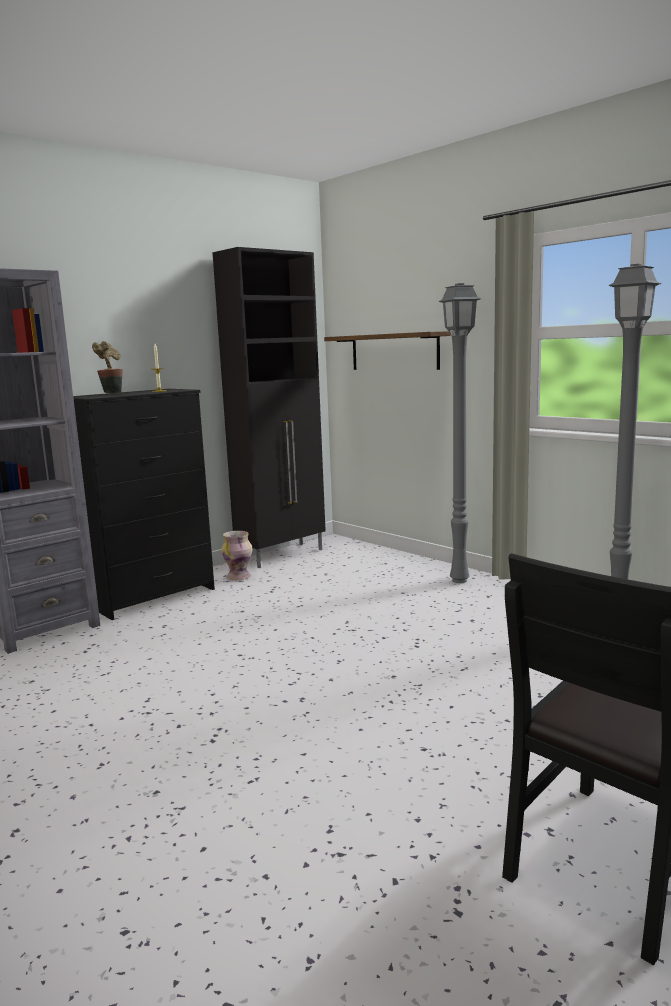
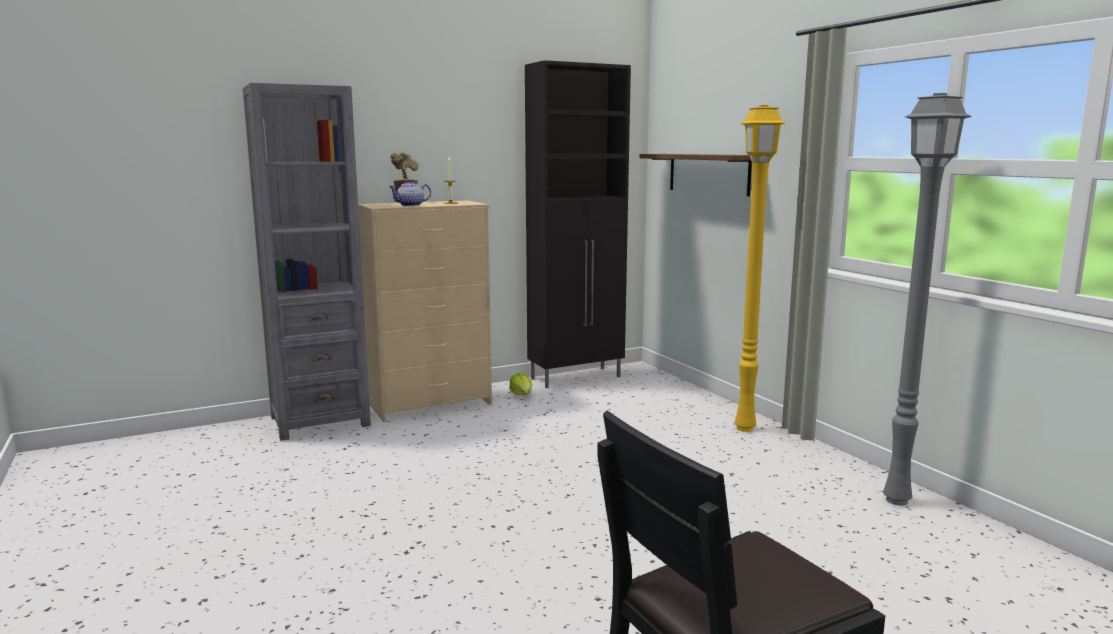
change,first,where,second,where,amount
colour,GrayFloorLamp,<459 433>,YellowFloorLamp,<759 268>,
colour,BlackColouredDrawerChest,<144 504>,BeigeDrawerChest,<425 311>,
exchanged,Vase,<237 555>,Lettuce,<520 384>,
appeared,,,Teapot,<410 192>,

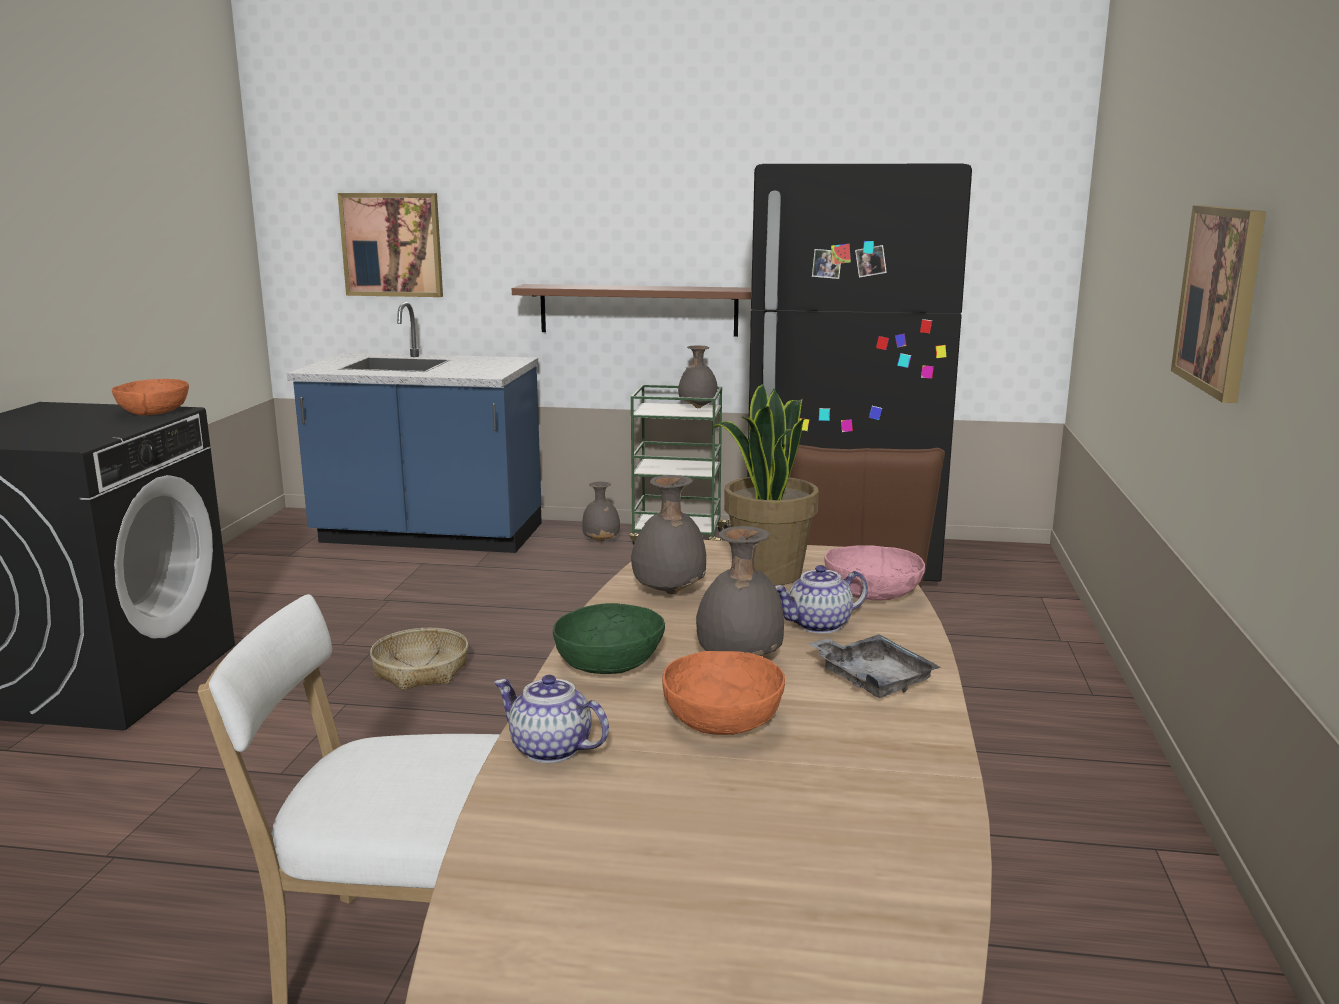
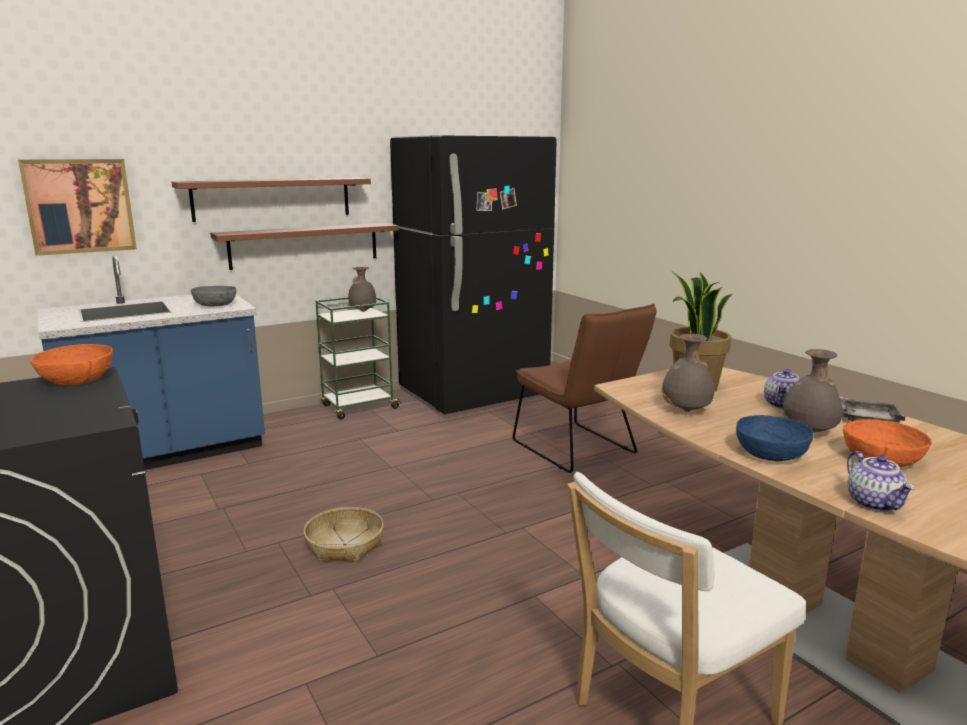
change,first,where,second,where,amount
missing,Picture,<1218 304>,,,
missing,GrayVase,<601 511>,,,
missing,PinkishServingBowl,<874 573>,,,
colour,GreenishServingBowl,<609 638>,BlueServingBowl,<775 438>,
spun,Teapot,<551 718>,,<881 481>,90 degrees counterclockwise
appeared,,,BrownColouredBracketShelf,<271 200>,
appeared,,,GrayServingBowl,<213 296>,

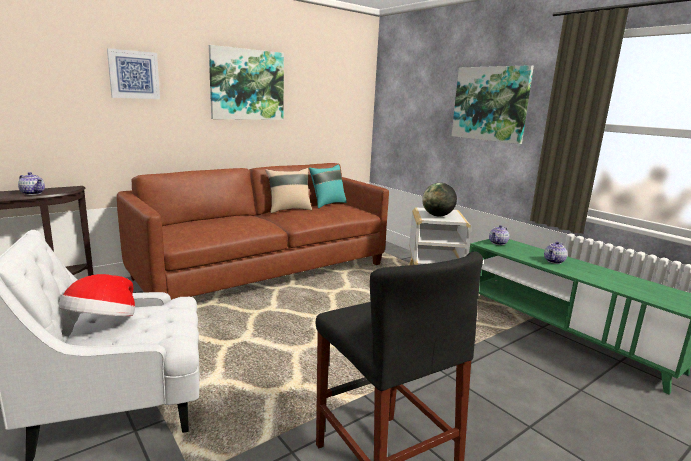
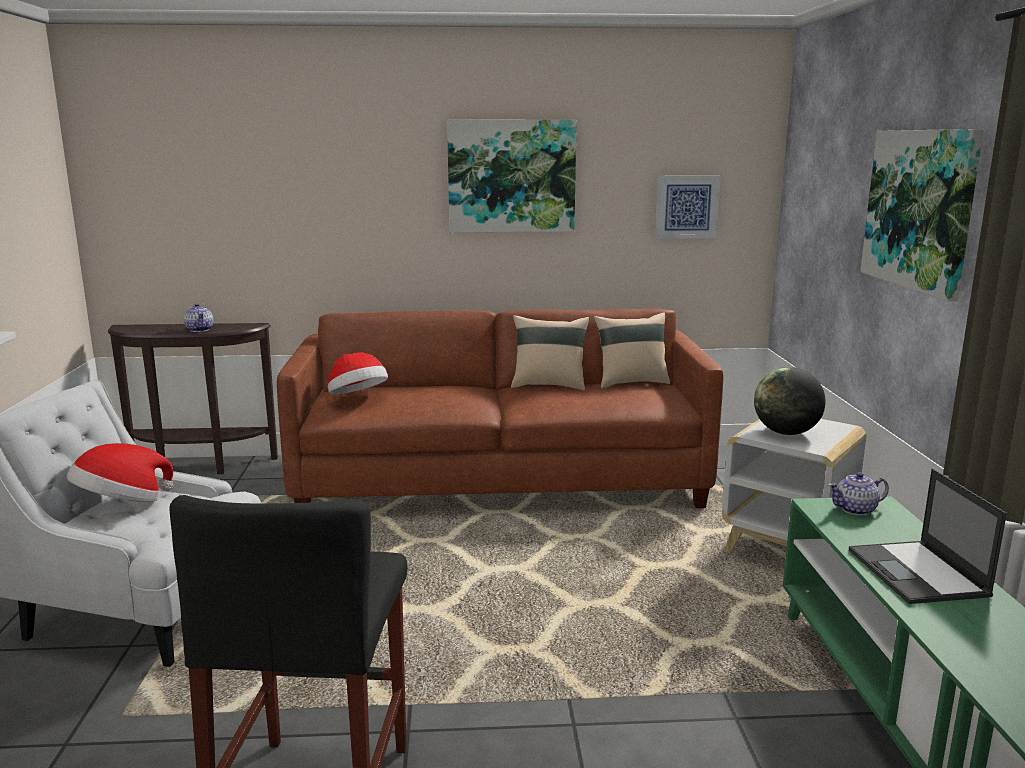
change,first,where,second,where,amount
relocated,Picture,<133 73>,,<688 207>,
colour,TurquoiseCushion,<328 186>,BeigeCushion,<632 350>,
exchanged,Teapot,<555 253>,Laptop,<928 536>,
appeared,,,ClothingHat,<358 373>,

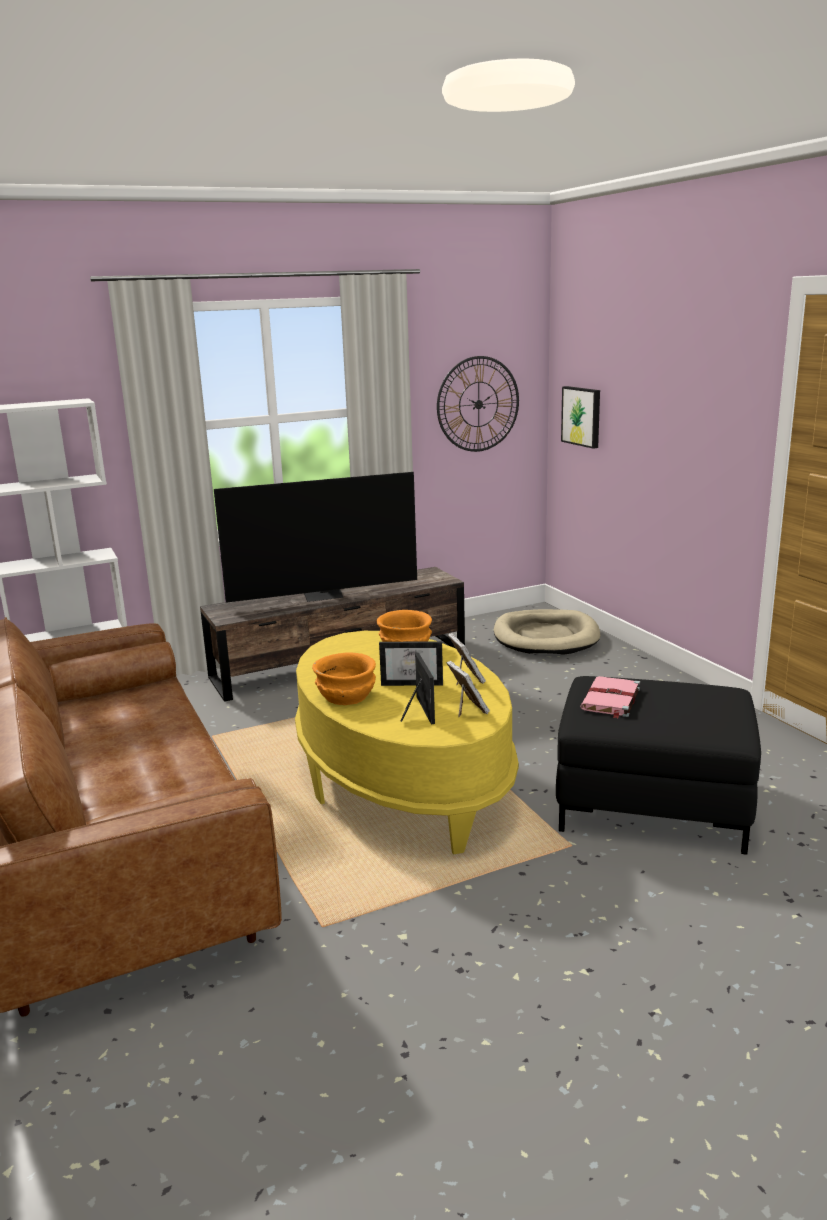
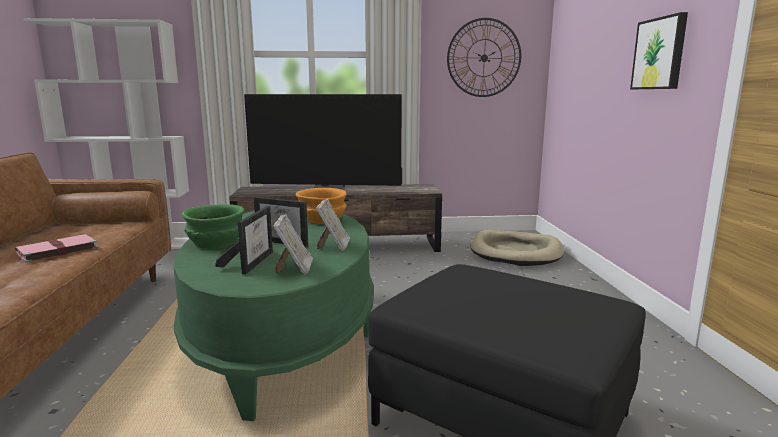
change,first,where,second,where,amount
relocated,Picture,<580 417>,,<659 50>,
colour,YellowLoungeTable,<407 742>,GreenishLoungeTable,<273 316>,
colour,OrangeServingBowl,<344 678>,GreenishServingBowl,<213 226>,
relocated,PinkishBook,<610 697>,,<56 248>,

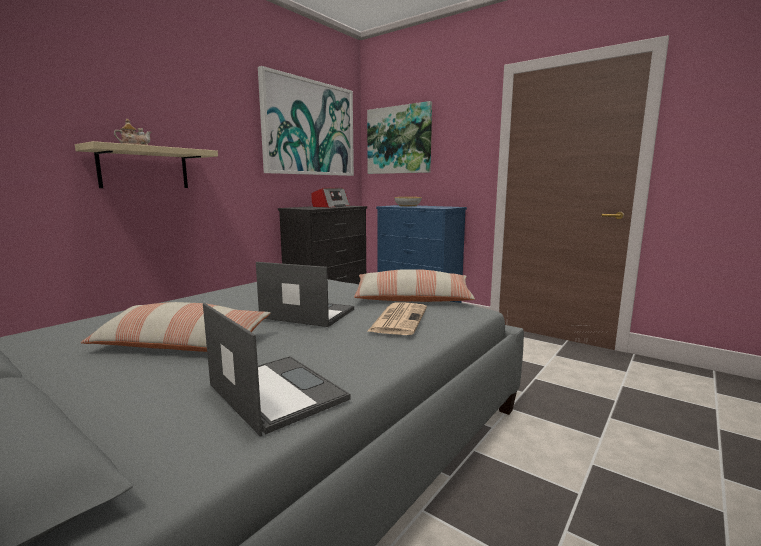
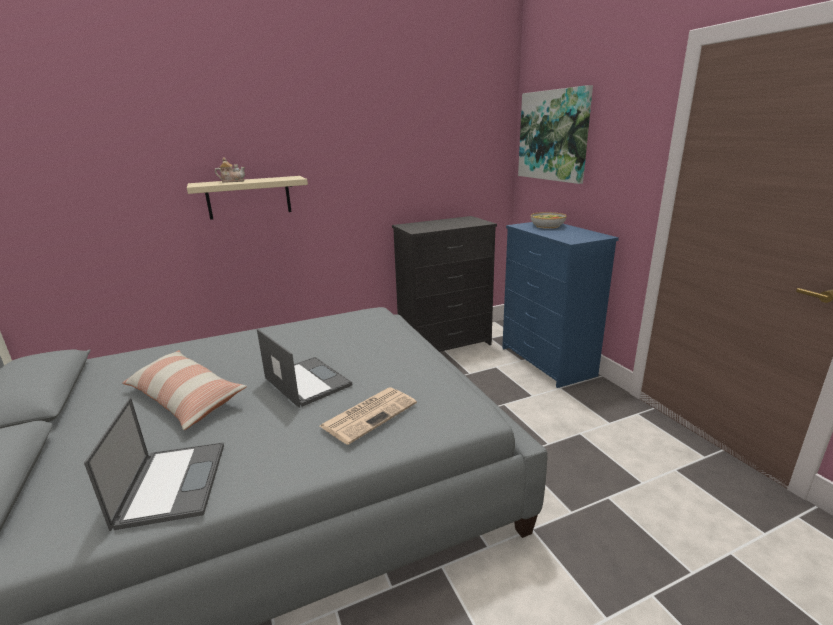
change,first,where,second,where,amount
missing,Picture,<306 121>,,,
missing,RadioSet,<330 198>,,,
missing,Cushion,<414 285>,,,

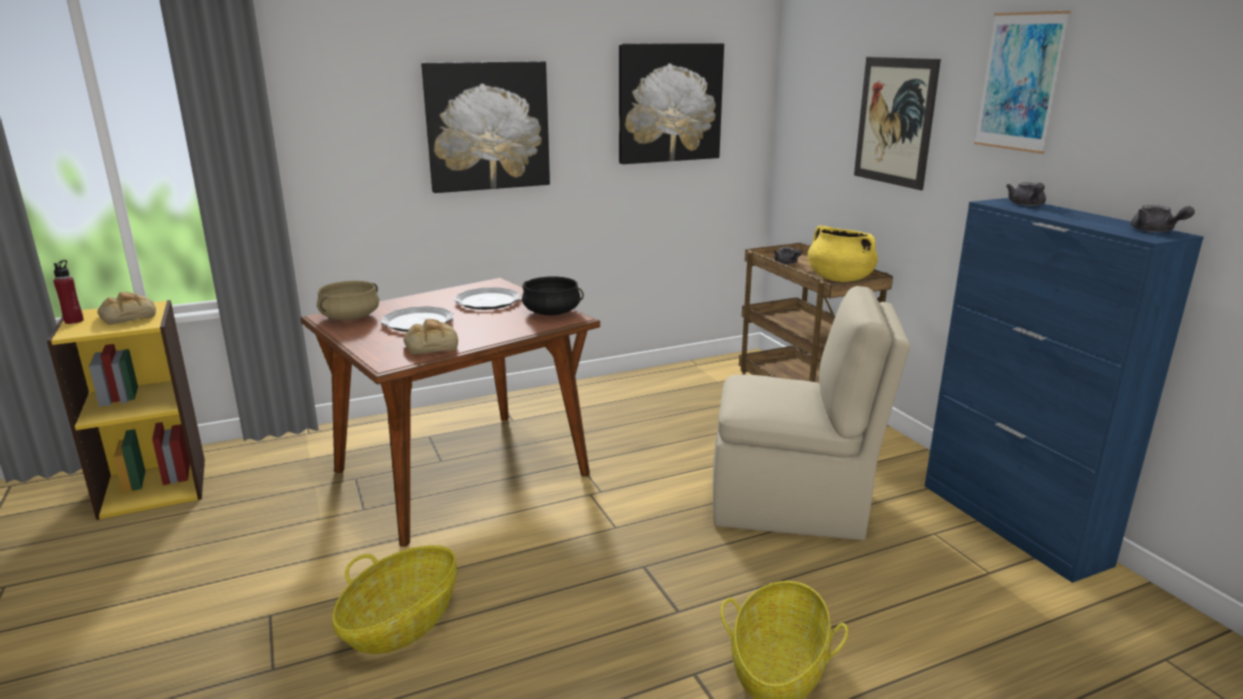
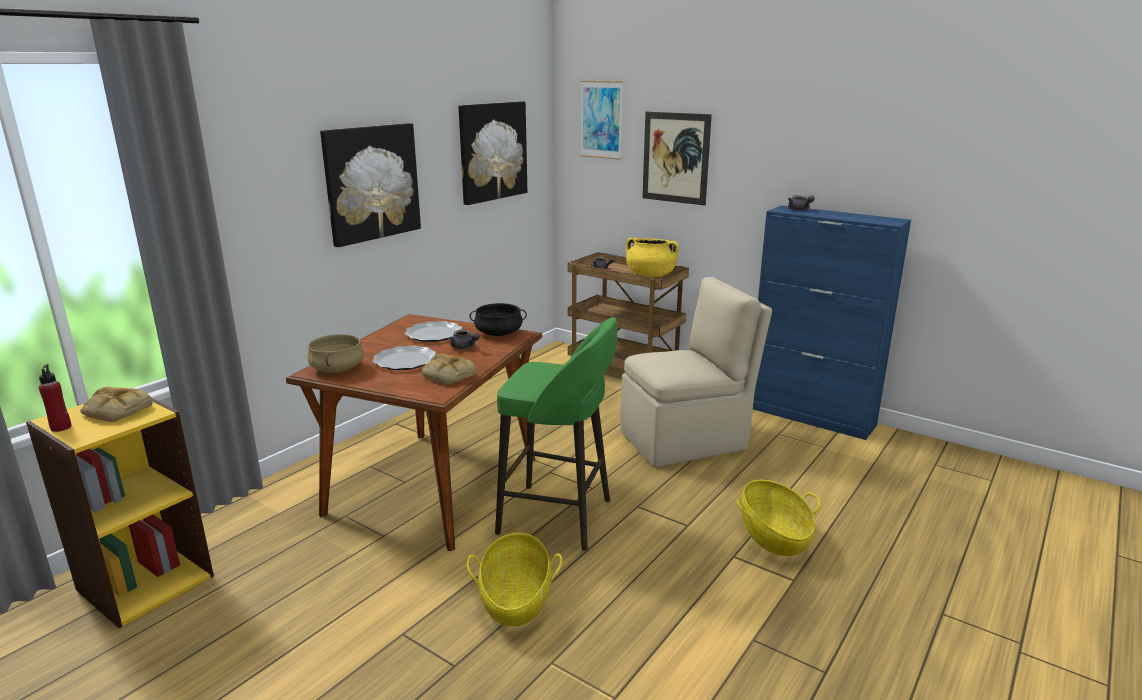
change,first,where,second,where,amount
relocated,Picture,<1022 82>,,<602 120>,
relocated,GrayTeapot,<1163 218>,,<464 339>,
appeared,,,GreenishSittingStool,<556 434>,

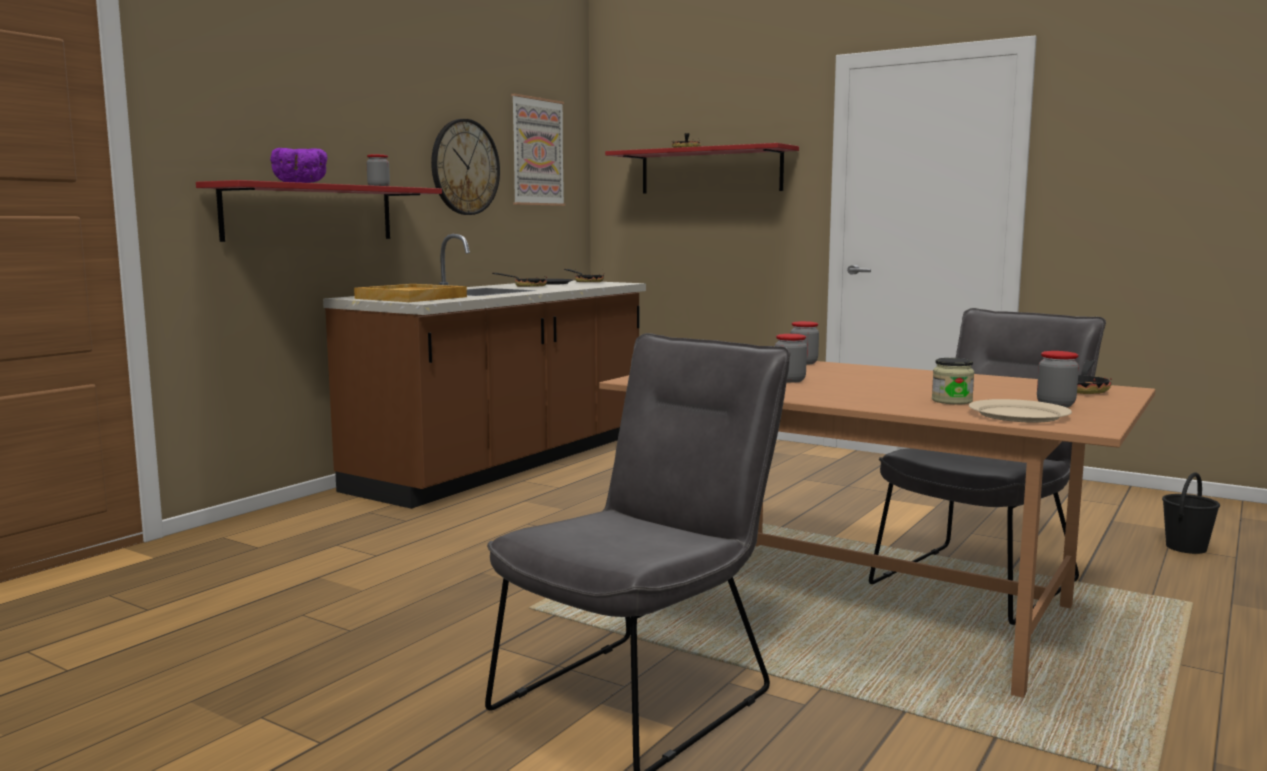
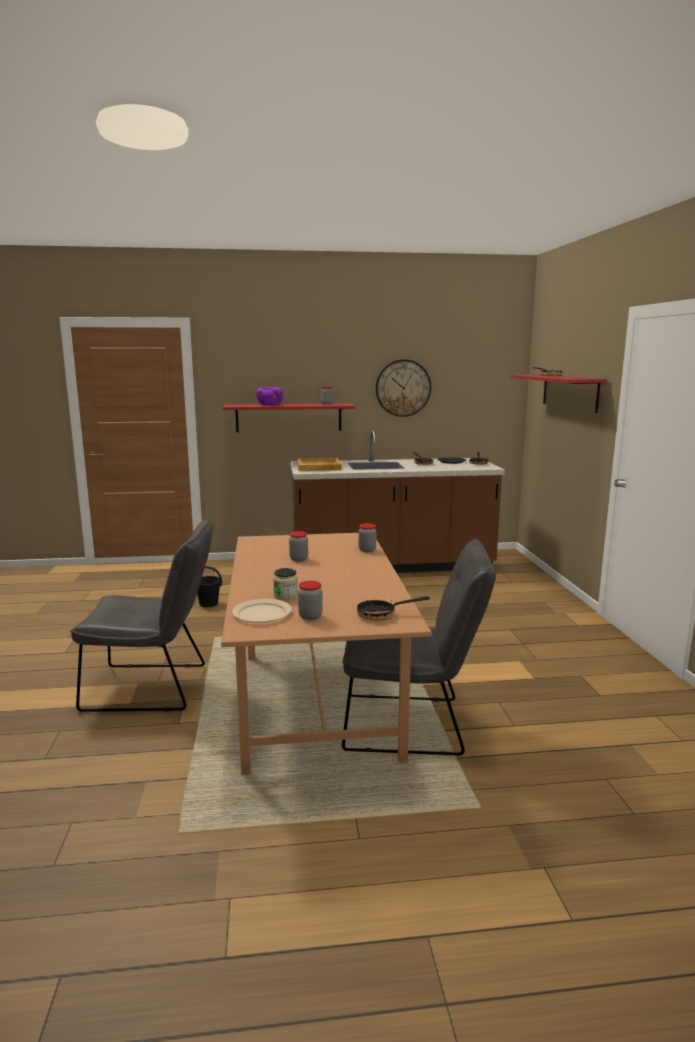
change,first,where,second,where,amount
missing,Picture,<538 150>,,,
relocated,BlackColouredPail,<1191 513>,,<209 586>,

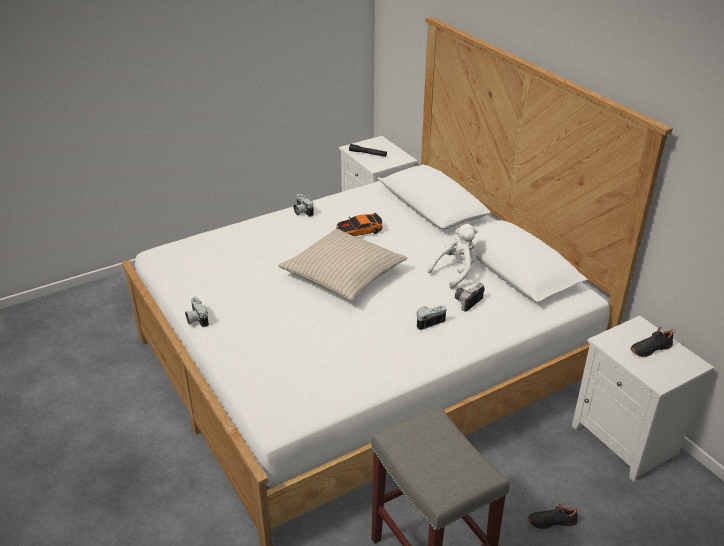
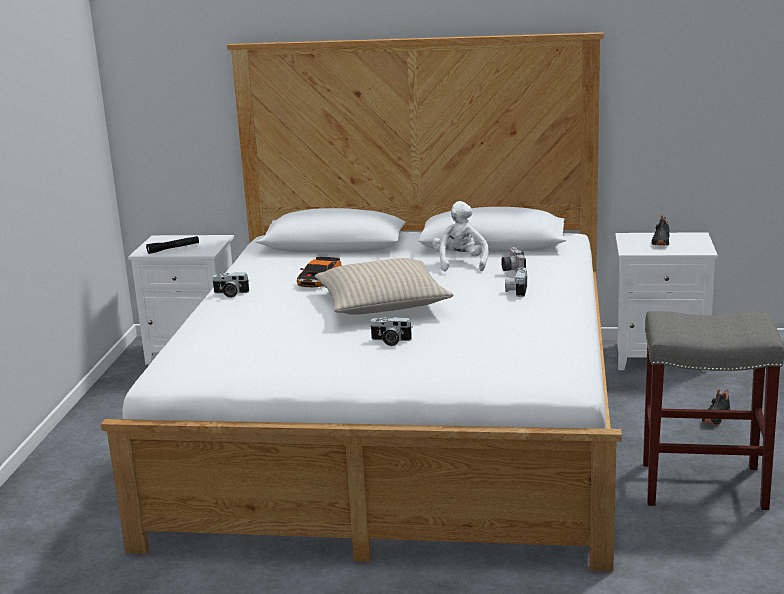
change,first,where,second,where,amount
relocated,StillCamera,<197 312>,,<391 331>,

